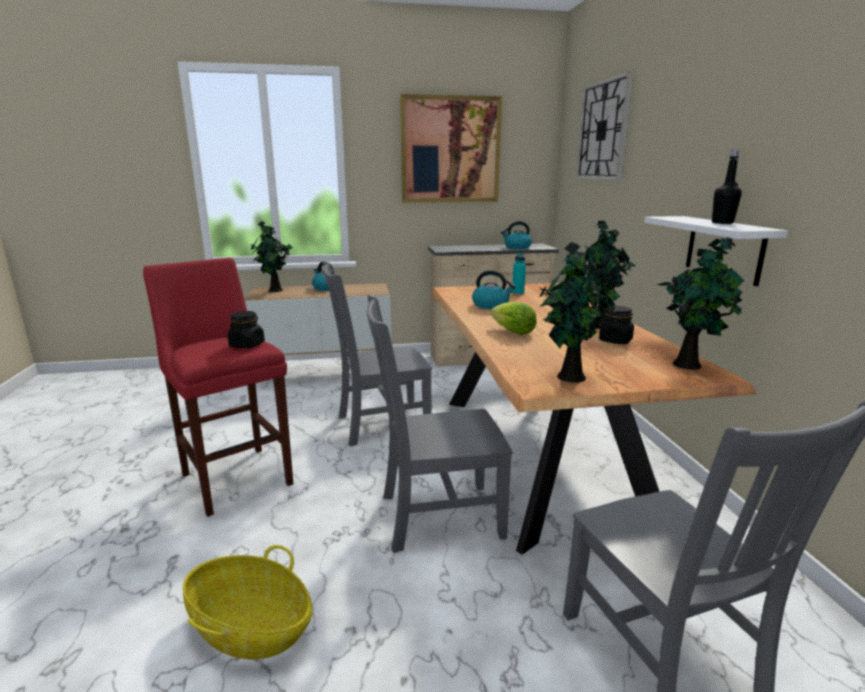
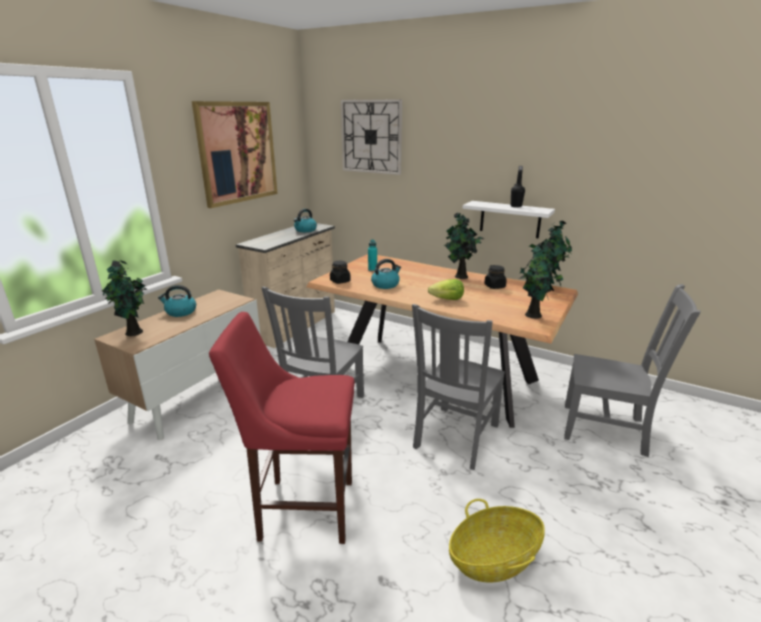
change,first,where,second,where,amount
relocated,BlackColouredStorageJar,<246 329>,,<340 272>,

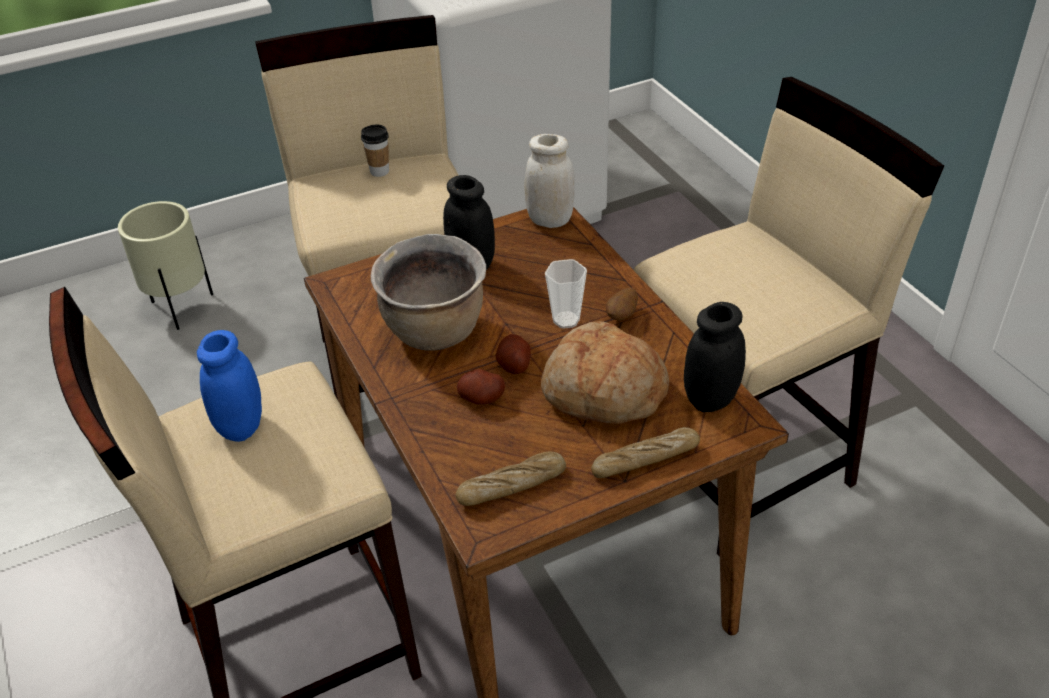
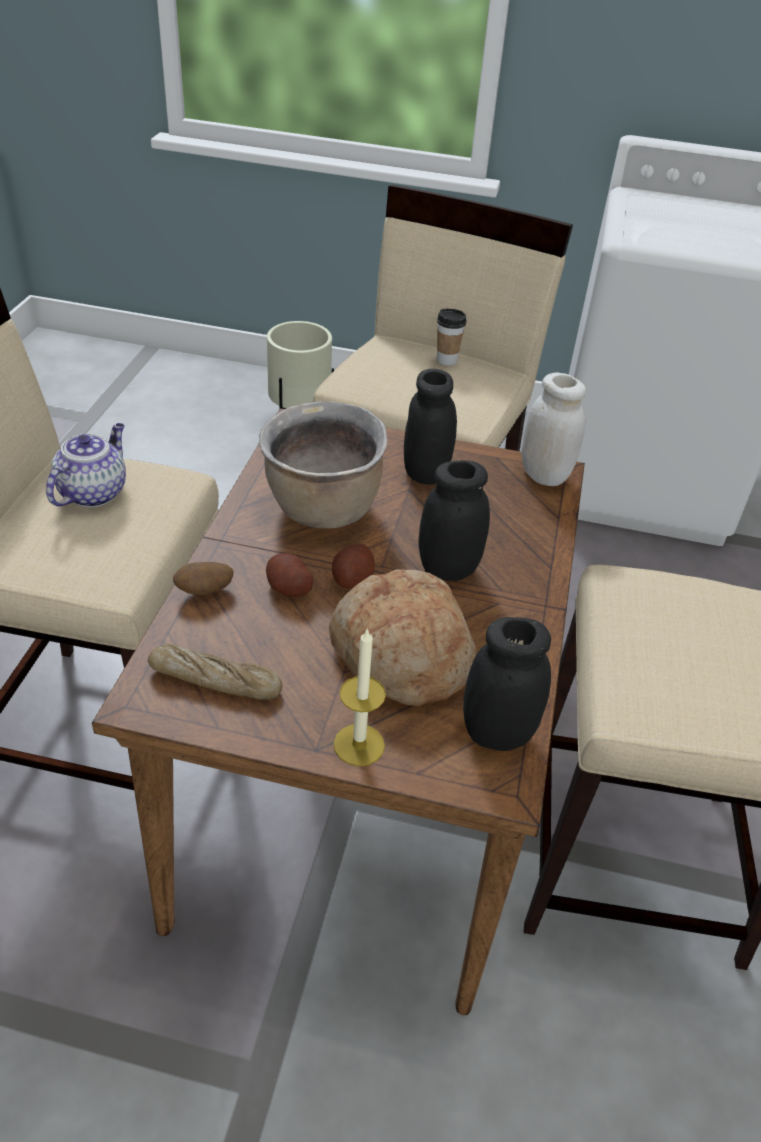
change,first,where,second,where,amount
exchanged,SmallCup,<566 294>,BlackColouredStorageJar,<454 520>,
relocated,WholePotato,<622 304>,,<203 578>,
exchanged,BlueStorageJar,<229 386>,Teapot,<86 465>,
exchanged,BakeryBread,<645 452>,Candle,<359 697>,

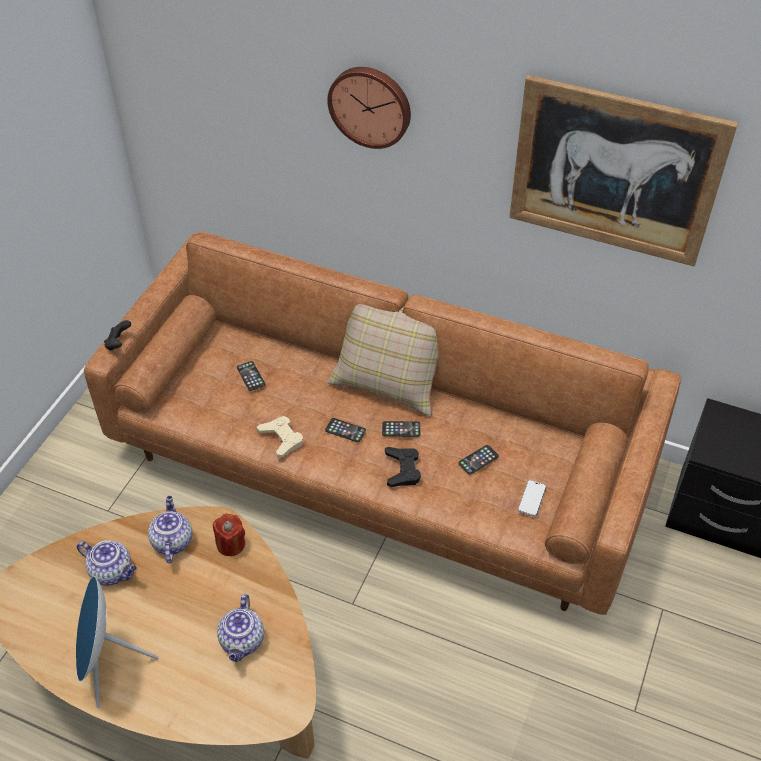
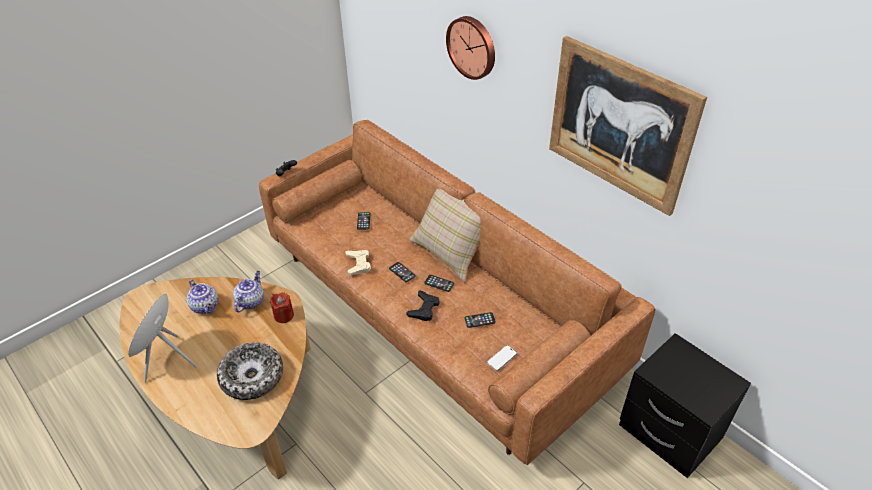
change,first,where,second,where,amount
exchanged,Teapot,<240 628>,ServingBowl,<250 371>,

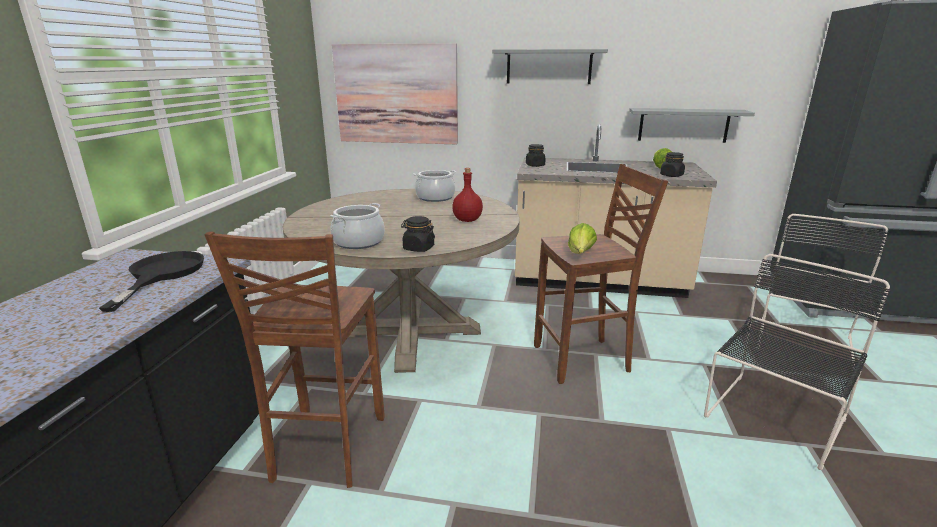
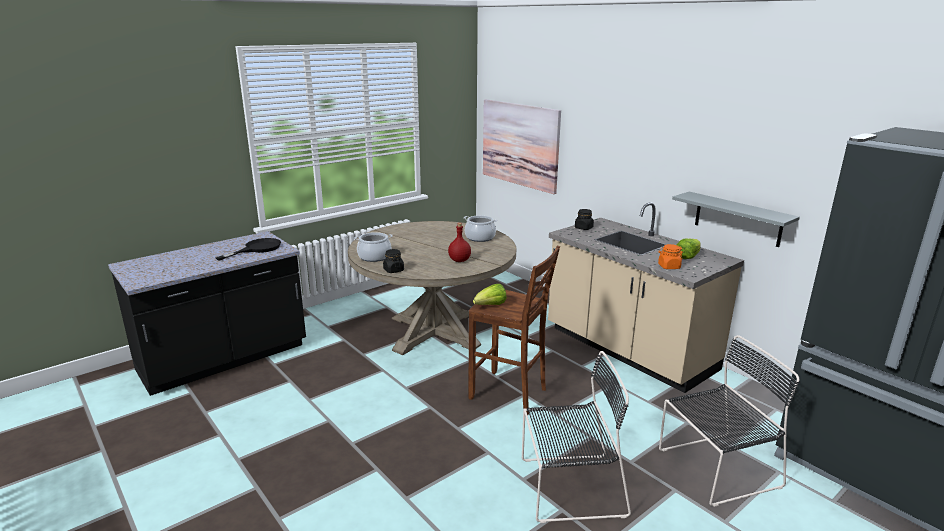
change,first,where,second,where,amount
missing,GrayBracketShelf,<550 66>,,,
colour,BlackColouredStorageJar,<672 164>,OrangeStorageJar,<670 256>,
missing,BrownColouredSittingStool,<294 359>,,,

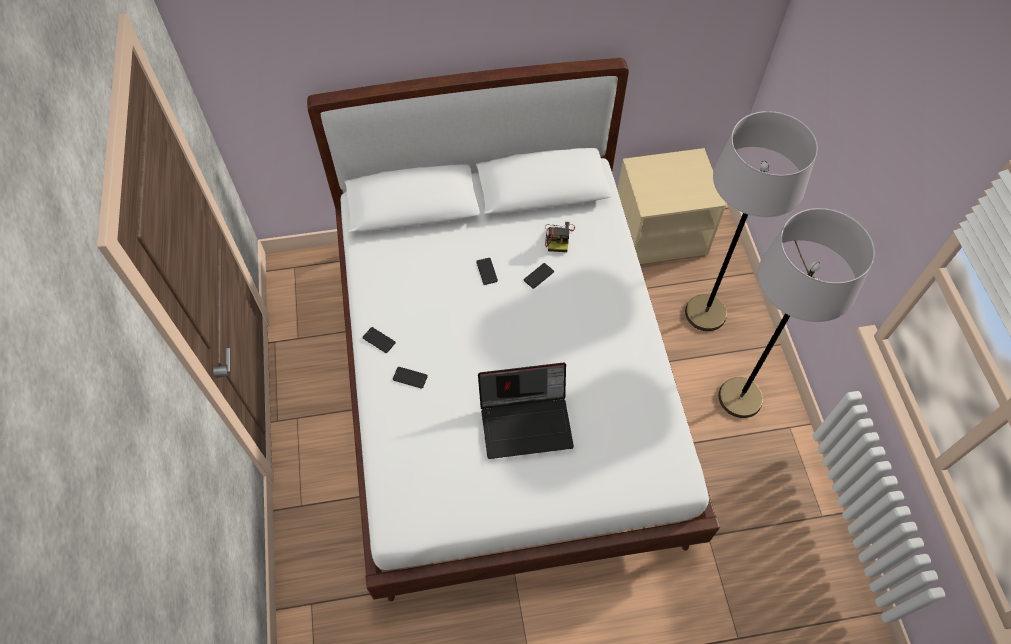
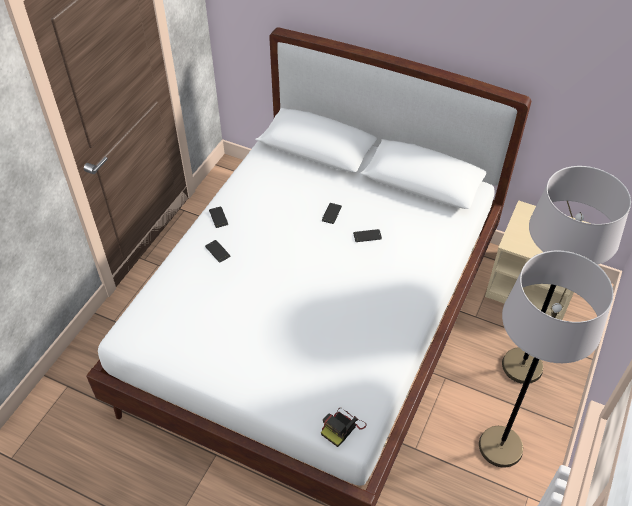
change,first,where,second,where,amount
relocated,StillCamera,<560 237>,,<344 427>,
missing,Laptop,<526 411>,,,

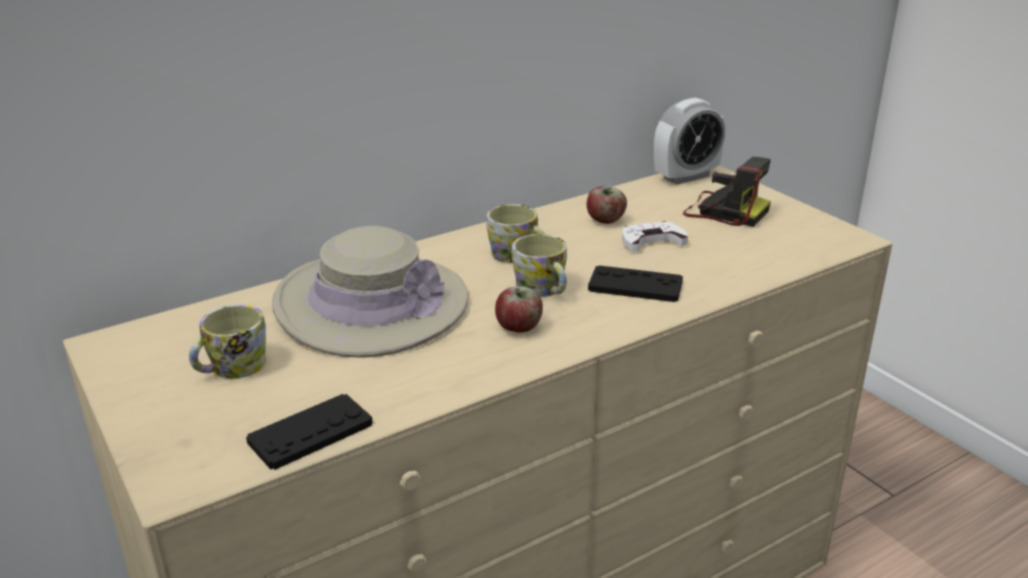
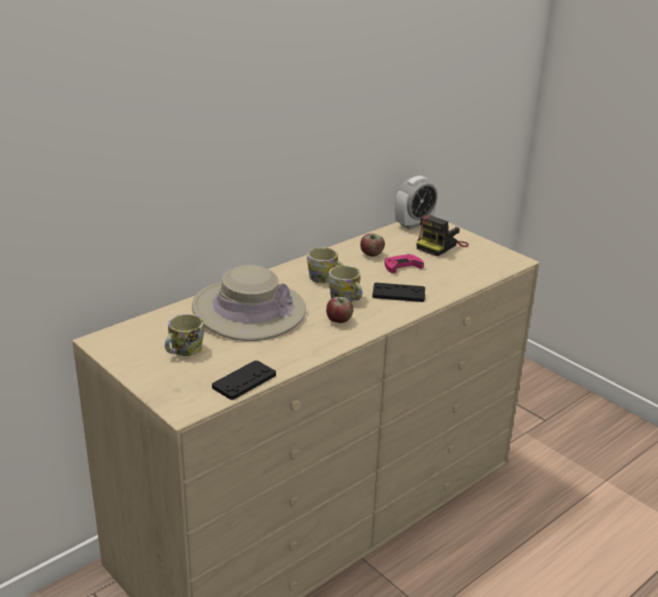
change,first,where,second,where,amount
spun,StillCamera,<727 192>,,<443 236>,105 degrees clockwise
colour,WhitishGameController,<655 236>,PinkishGameController,<404 263>,

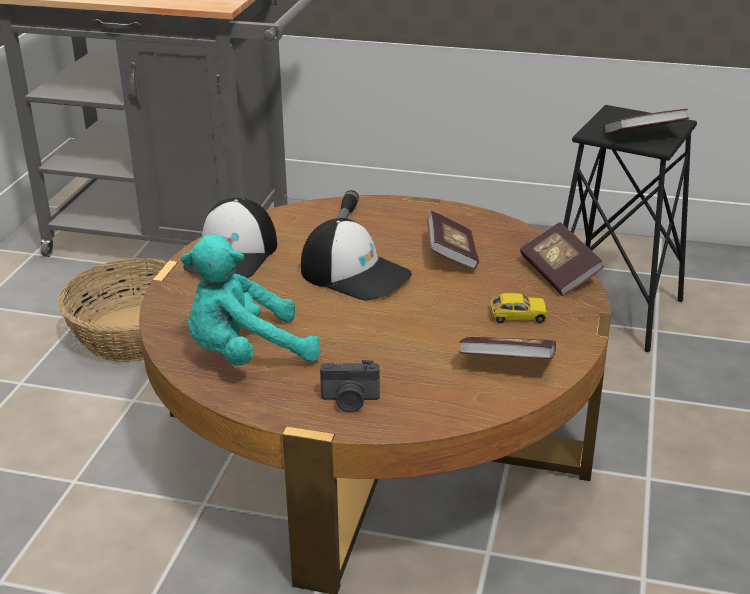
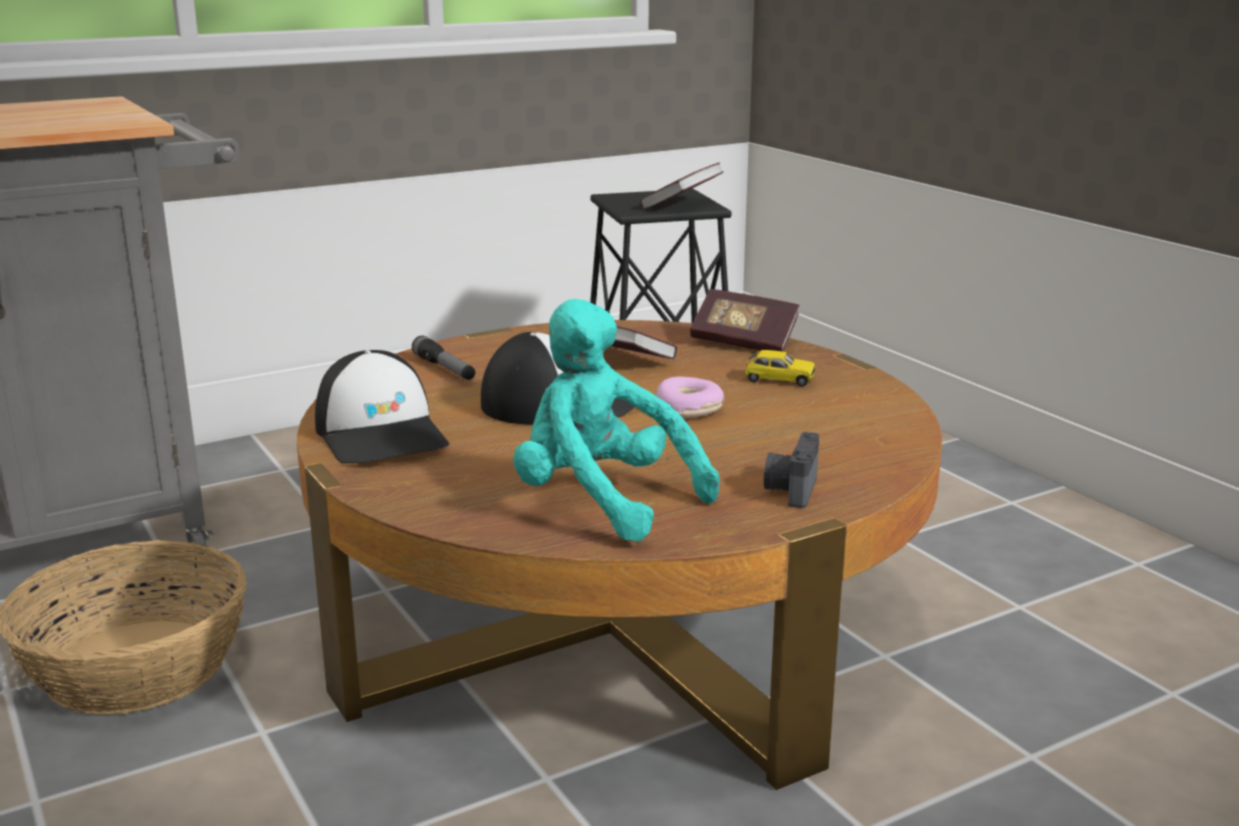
change,first,where,second,where,amount
spun,TurquoiseCuddlyToy,<251 299>,,<616 420>,105 degrees clockwise
spun,ToyCar,<519 308>,,<780 368>,60 degrees clockwise
missing,Book,<507 348>,,,
spun,StillCamera,<350 386>,,<791 470>,150 degrees clockwise
appeared,,,Doughnut,<690 397>,

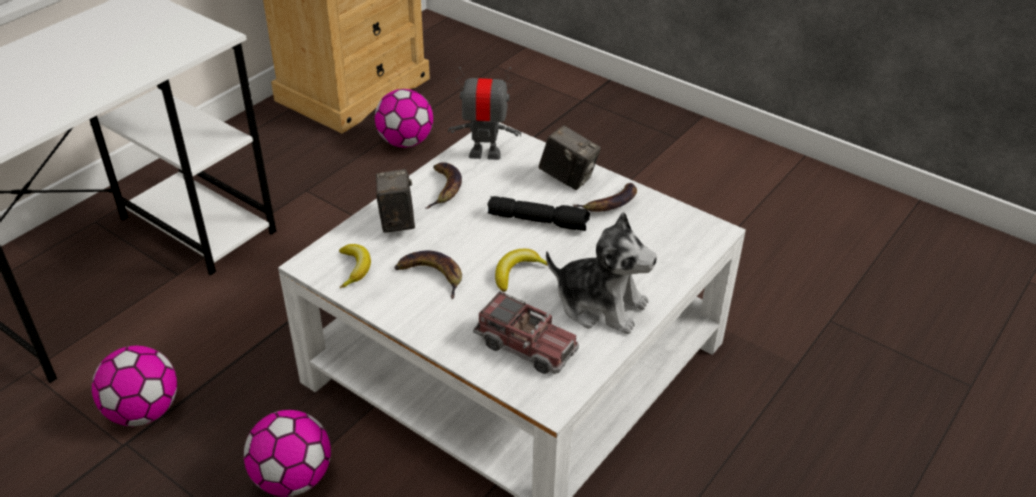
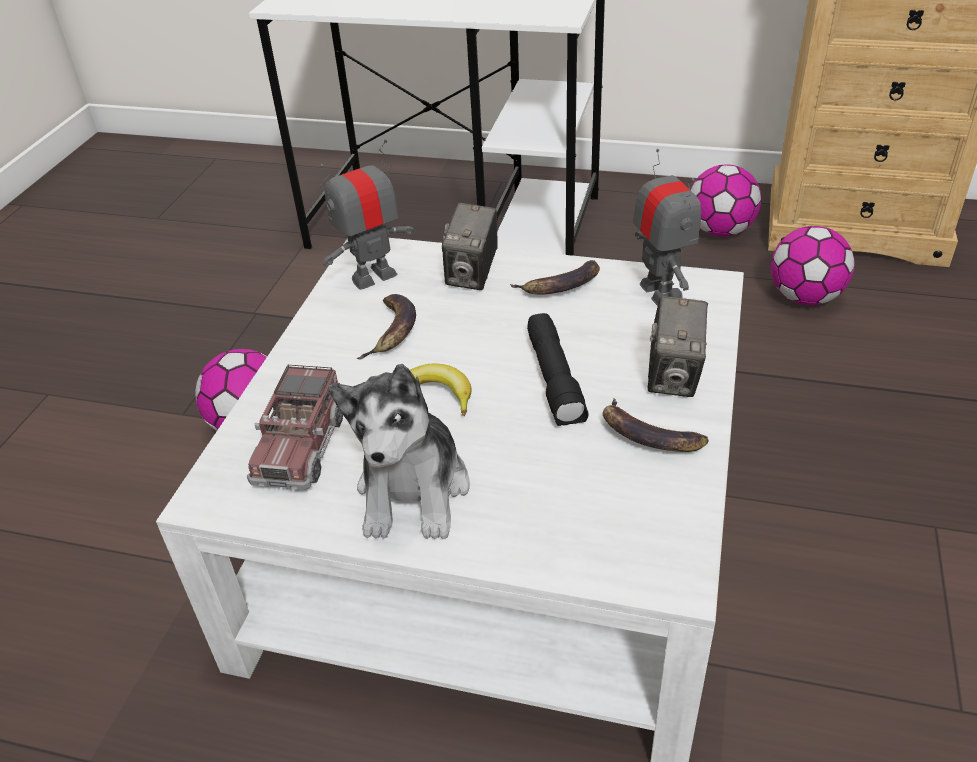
change,first,where,second,where,amount
spun,StillCamera,<395 201>,,<470 246>,135 degrees clockwise
exchanged,WholeBanana,<355 266>,RobotFigure,<367 215>,
relocated,BallForFootball,<134 386>,,<726 200>,

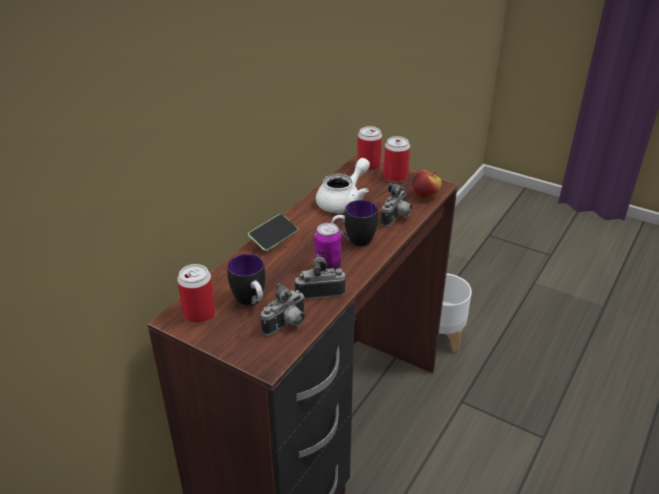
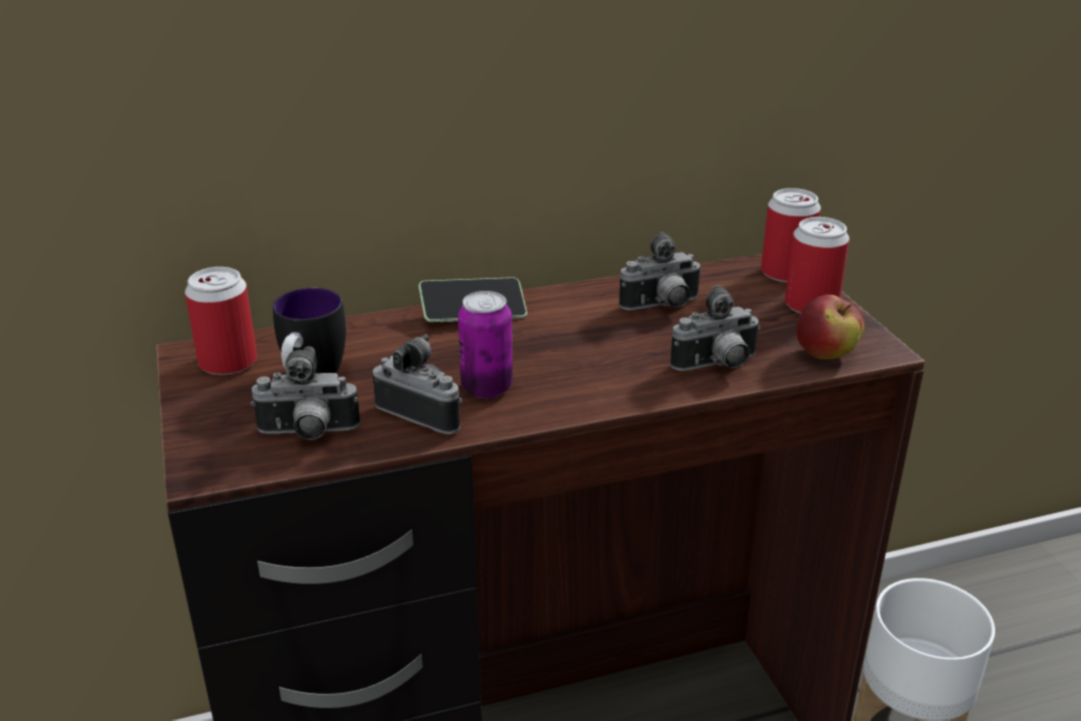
change,first,where,second,where,amount
exchanged,WhitishTeapot,<343 185>,StillCamera,<660 271>,
missing,TeaMug,<354 223>,,,

